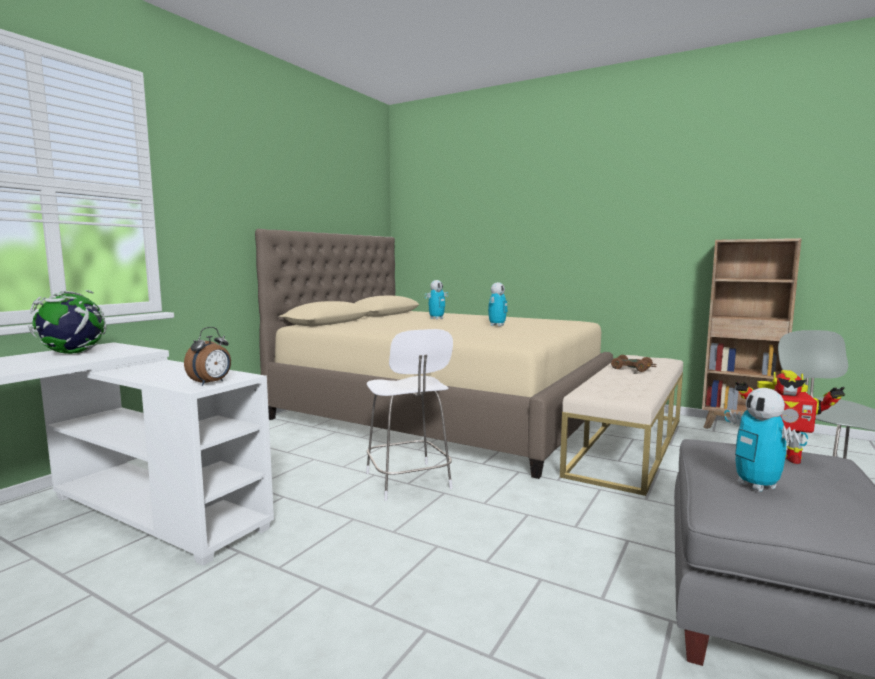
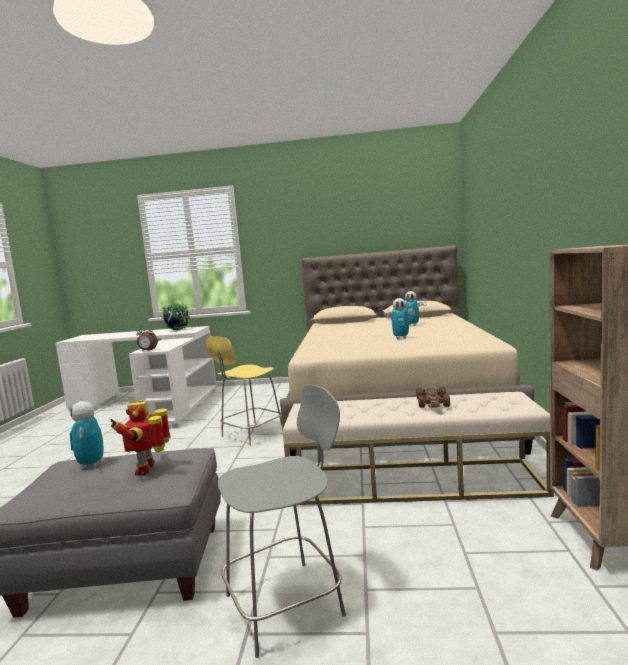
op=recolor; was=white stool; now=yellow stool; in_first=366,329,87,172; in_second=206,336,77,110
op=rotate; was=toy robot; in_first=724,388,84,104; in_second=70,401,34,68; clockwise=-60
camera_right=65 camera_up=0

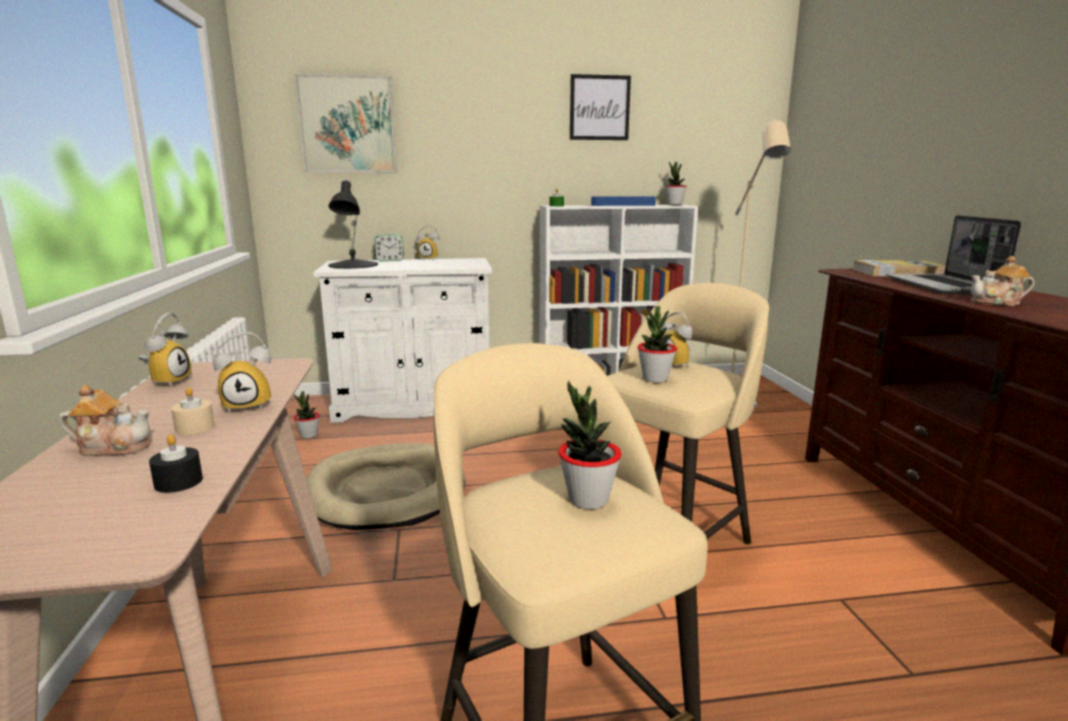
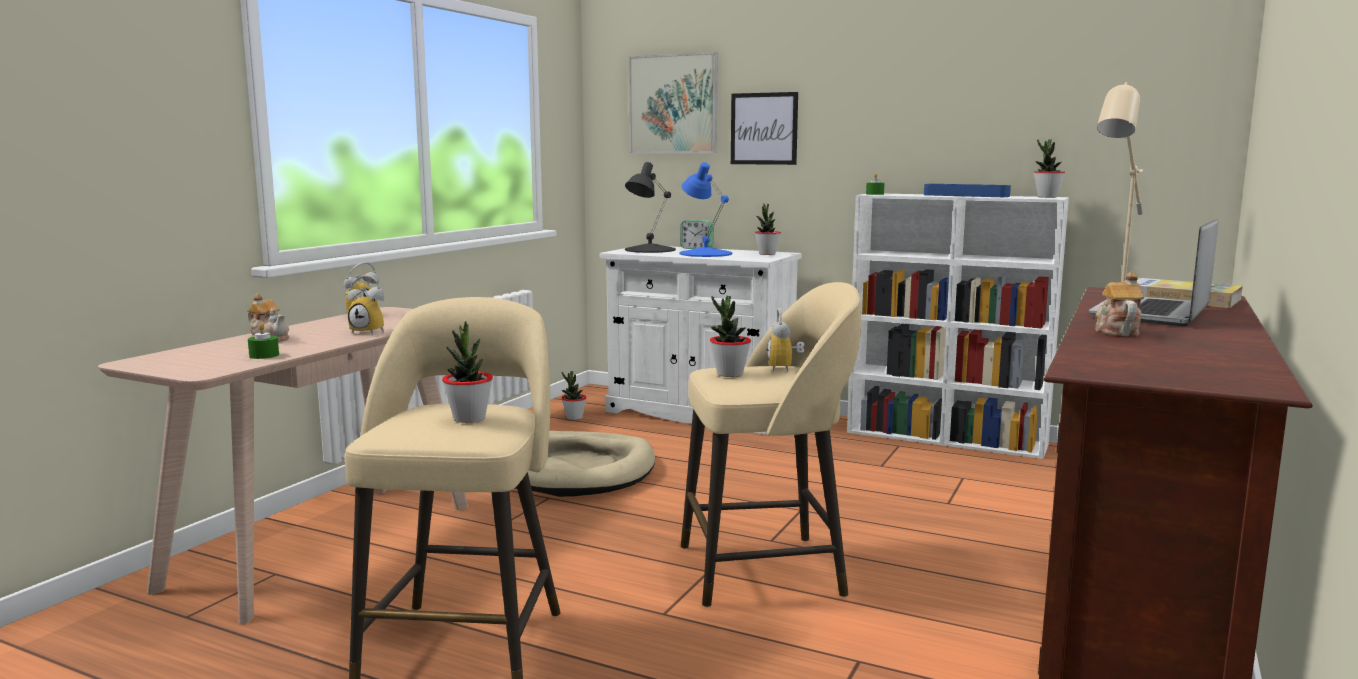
op=recolor; was=black candle; now=green candle; in_first=149,434,54,59; in_second=248,323,31,36
op=delete; was=beige candle; in_first=171,387,44,48
op=delete; was=alarm clock; in_first=417,225,22,35
op=move; was=picture; in_first=570,74,61,66; in_second=731,92,67,73
op=rotate; was=teapot; in_first=971,256,63,50; in_second=1095,272,49,64; clockwise=60
op=insert; now=blue table lamp; in_second=680,162,52,95
op=insert; now=potted plant; in_second=755,204,26,51
camera_right=35 camera_up=-5

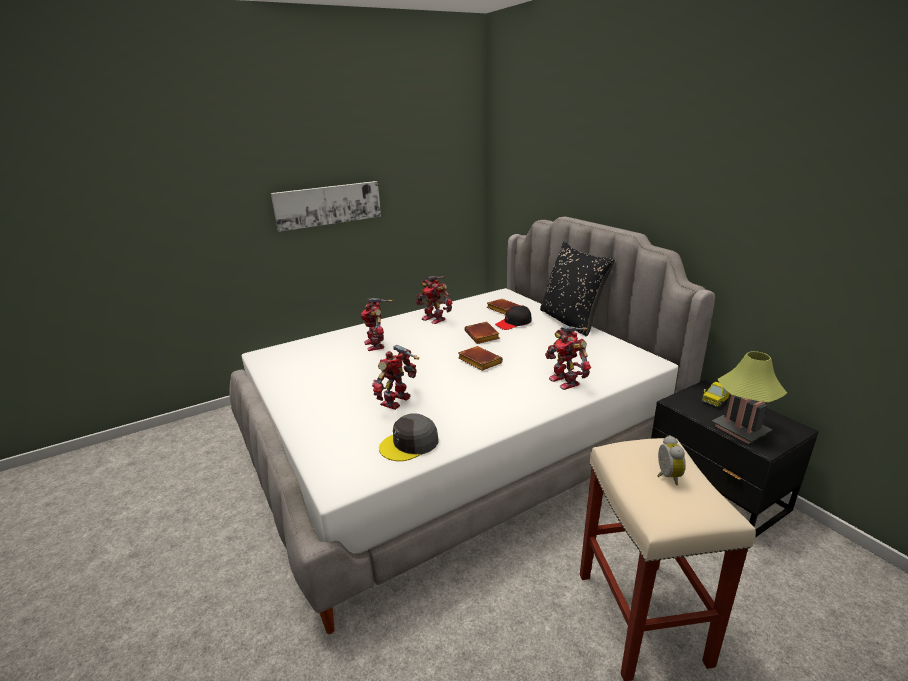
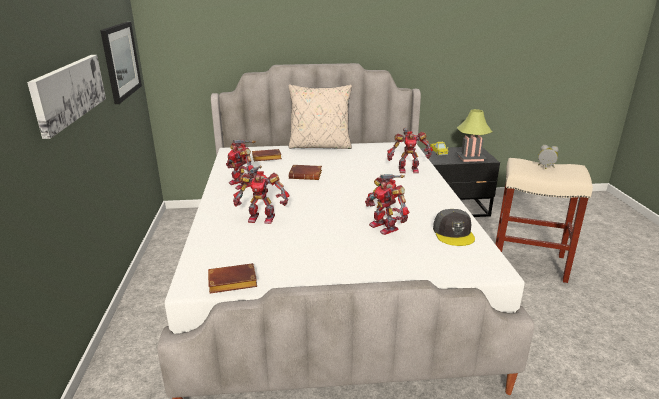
op=rotate; was=toy robot; in_first=416,276,37,48; in_second=226,140,30,50; clockwise=75
op=move; was=brown book; in_first=458,346,45,25; in_second=208,263,49,31
op=delete; was=black cap; in_first=495,305,36,25
op=recolor; was=black pillow; now=beige pillow; in_first=540,241,75,95; in_second=288,84,64,65
op=insert; now=picture; in_second=100,22,42,82
camera_right=-65 camera_up=0

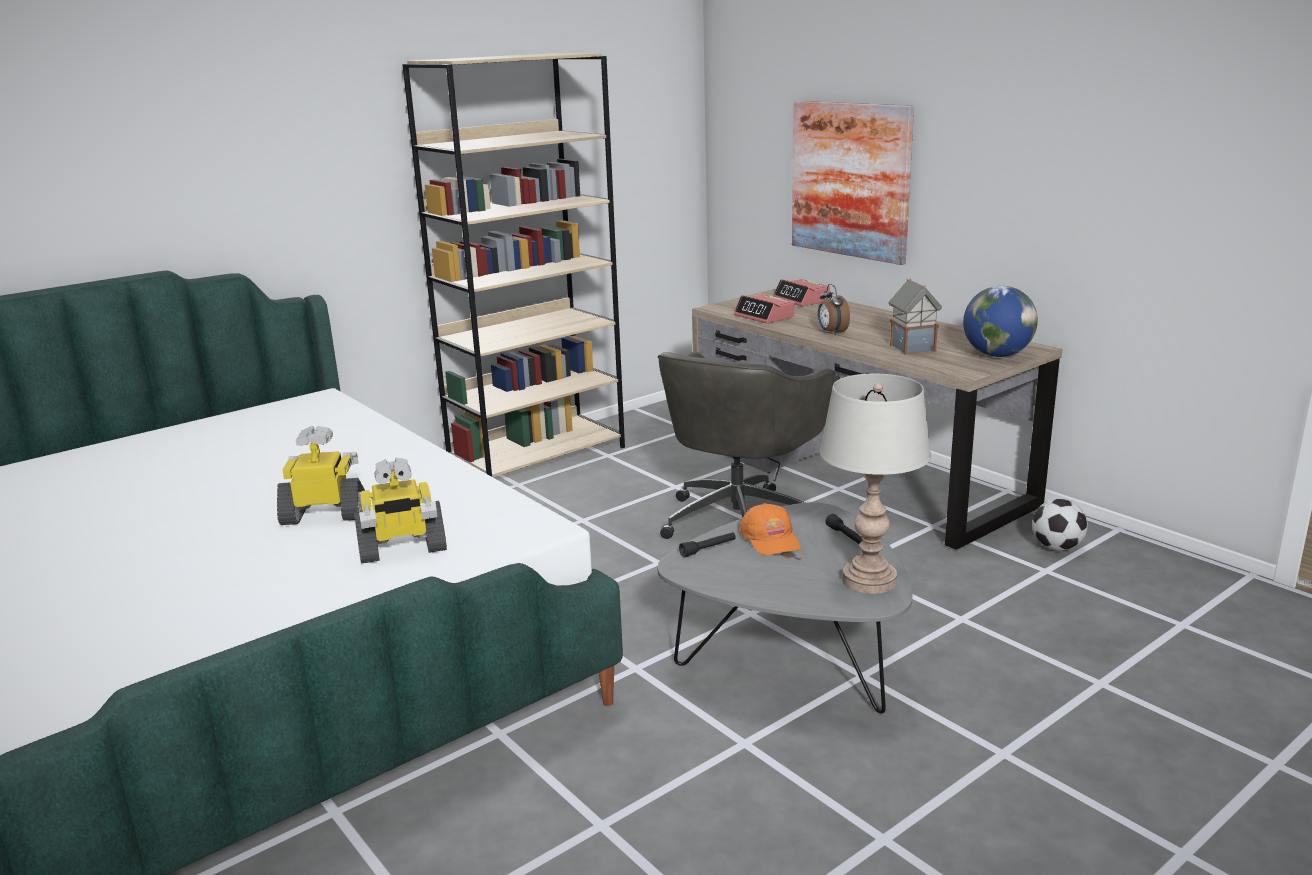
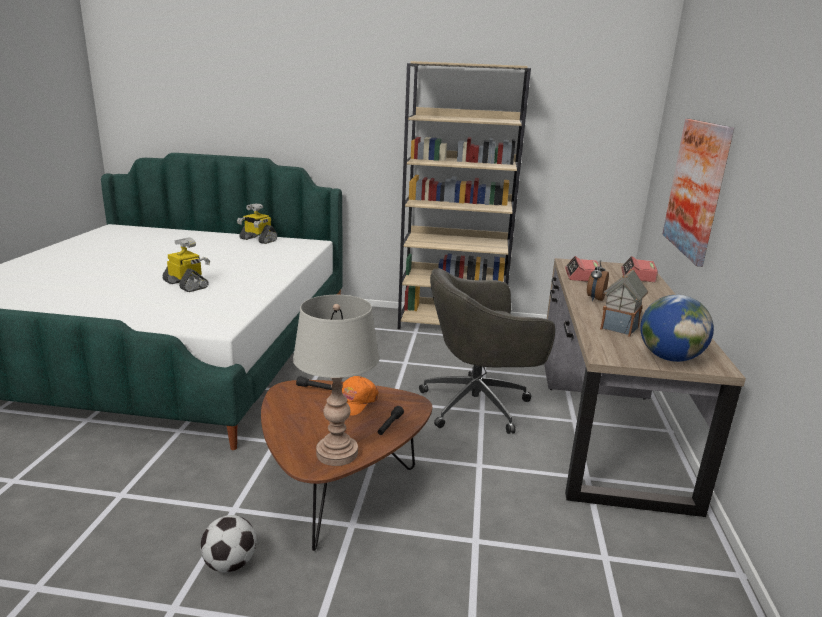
op=move; was=toy robot; in_first=354,458,93,106; in_second=237,203,41,41
op=recolor; was=grey coffee table; now=brown coffee table; in_first=657,502,256,212; in_second=261,380,171,171
op=move; was=football; in_first=1032,499,56,52; in_second=200,515,56,58
camera_right=45 camera_up=0

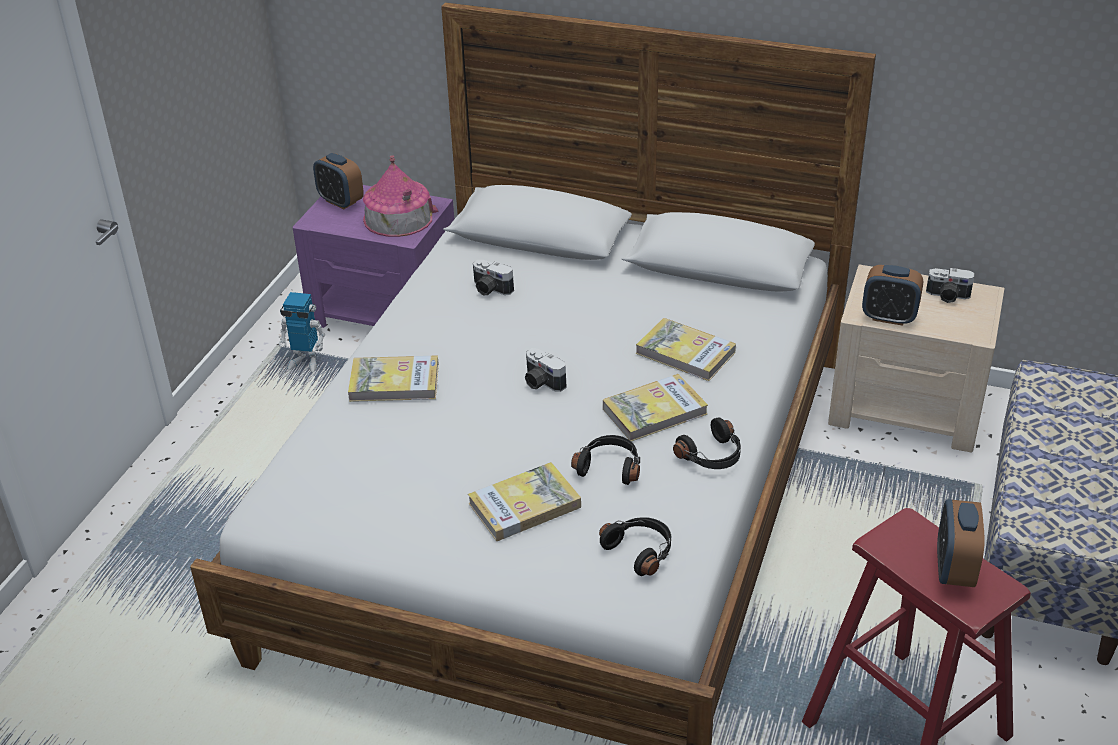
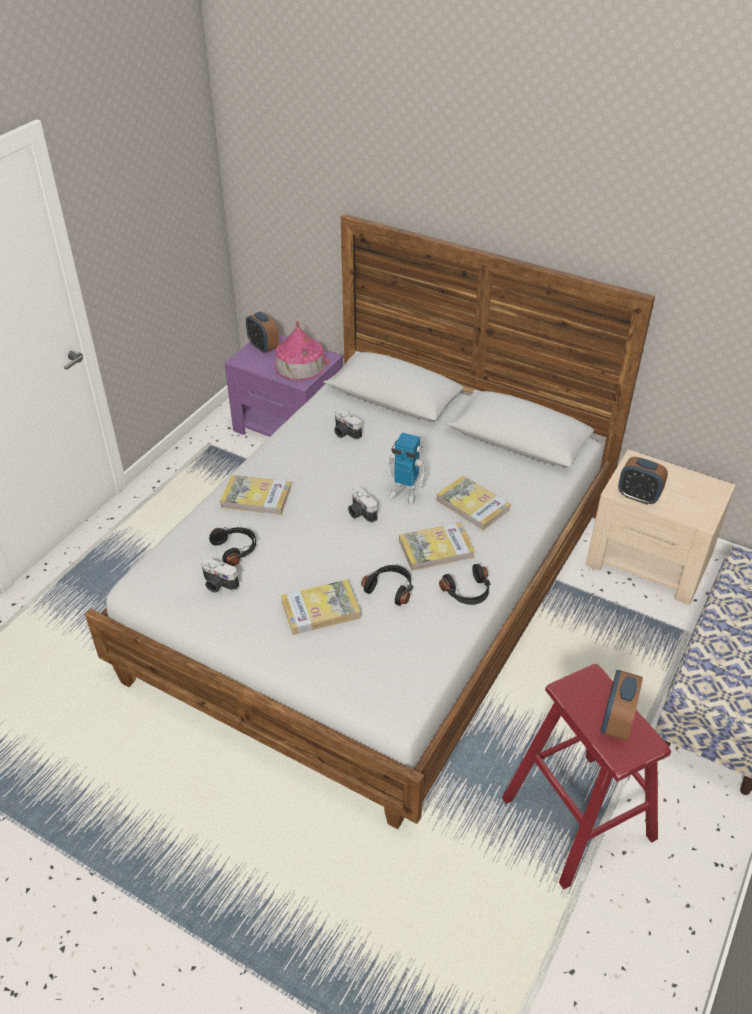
op=move; was=toy robot; in_first=279,292,46,80; in_second=384,432,43,73
op=move; was=black headphones; in_first=599,517,72,59; in_second=209,527,47,39
op=move; was=photo camera; in_first=926,268,49,35; in_second=201,559,39,34
camera_right=10 camera_up=5

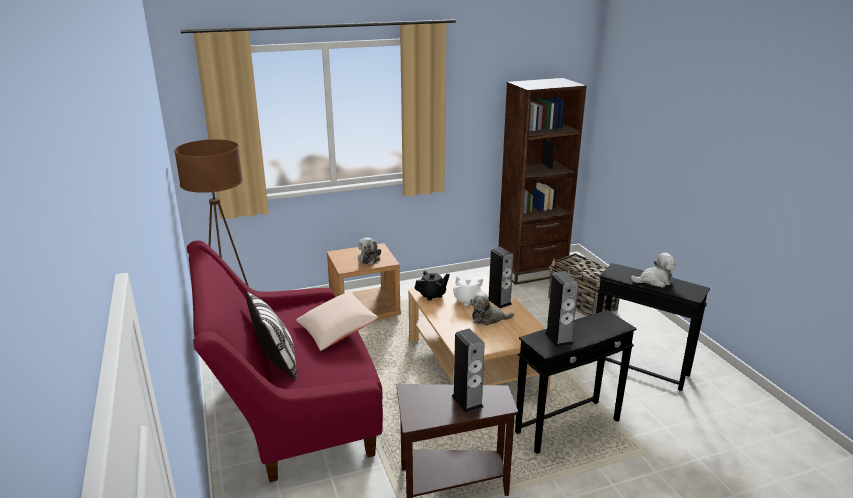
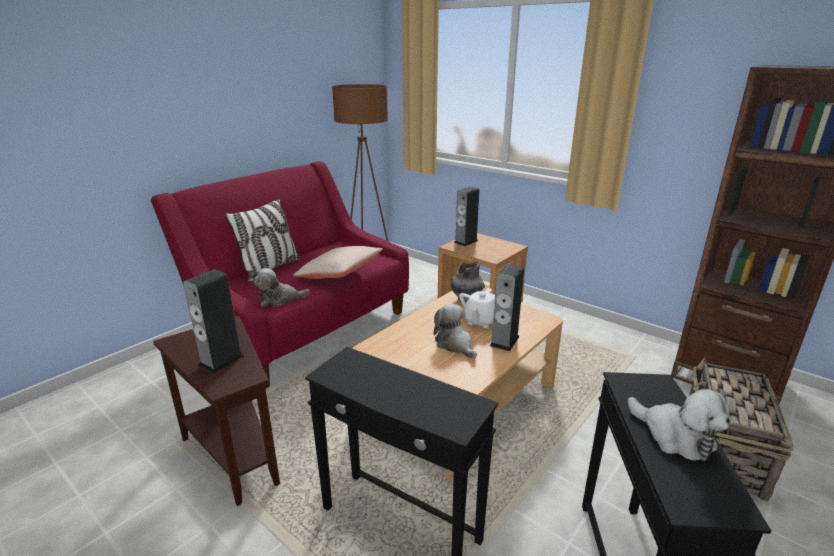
op=move; was=plush toy; in_first=358,237,23,27; in_second=253,268,57,39
op=replace; was=black teapot; now=grey vase; in_first=415,271,35,29; in_second=449,261,36,42
op=move; was=speaker; in_first=545,271,33,76; in_second=454,187,25,59
camera_right=60 camera_up=0

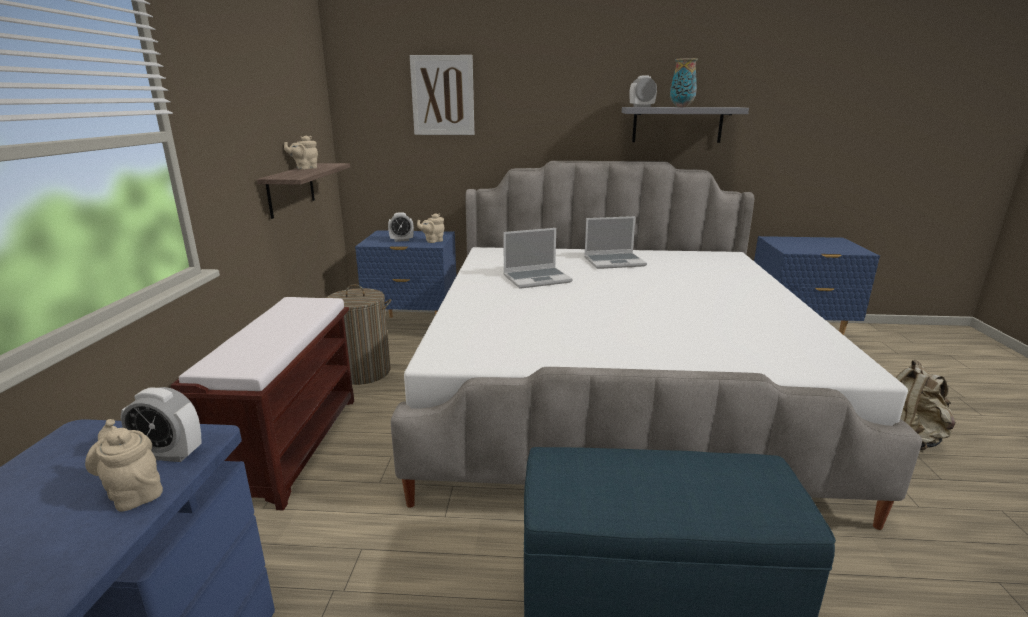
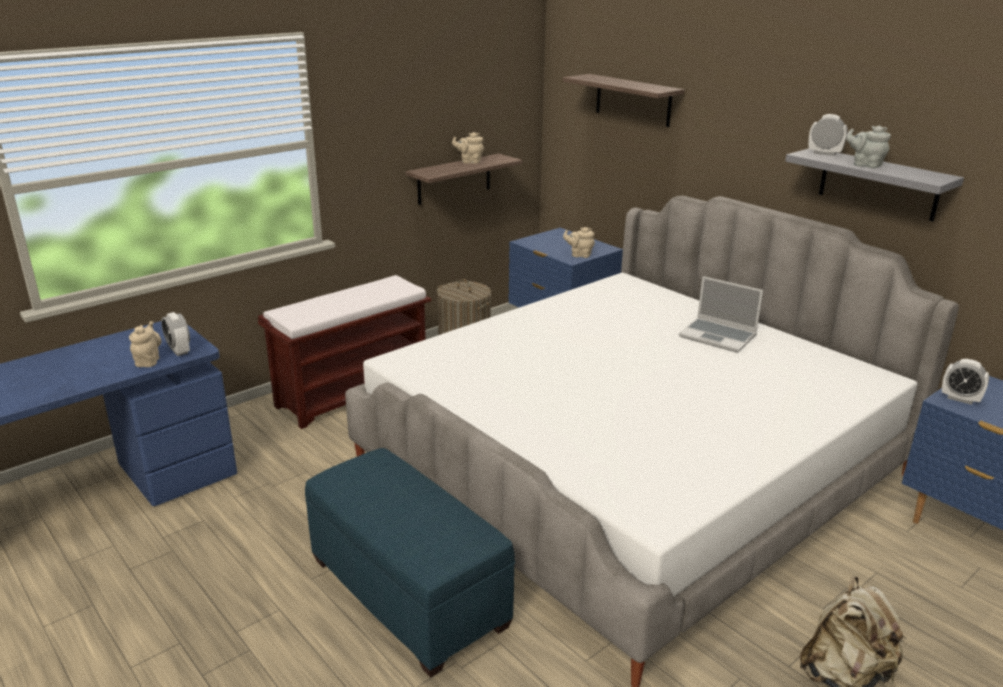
op=move; was=alarm clock; in_first=388,212,26,30; in_second=942,359,47,46
op=replace; was=picture; now=shelf; in_first=410,55,64,80; in_second=563,74,122,53
op=delete; was=laptop; in_first=503,228,70,61
op=replace; was=vase; now=grey teapot; in_first=670,58,28,49; in_second=846,126,45,42
camera_right=45 camera_up=5

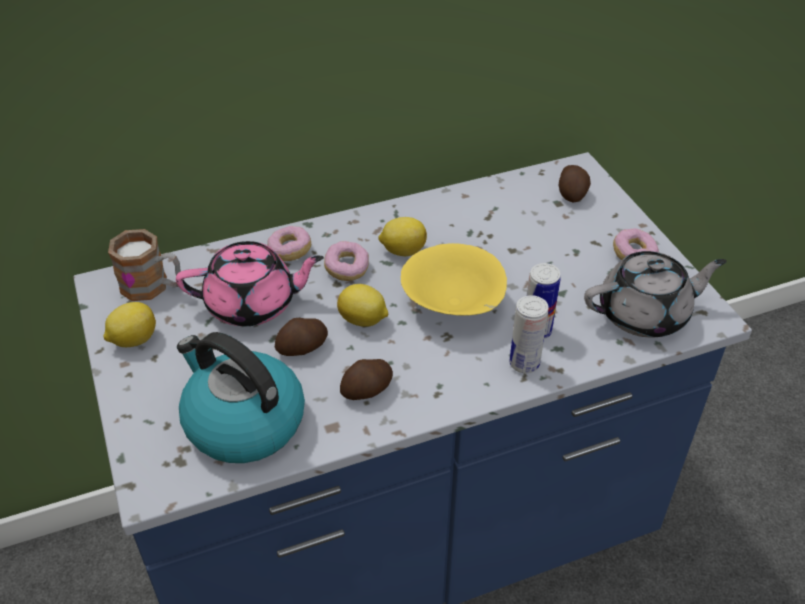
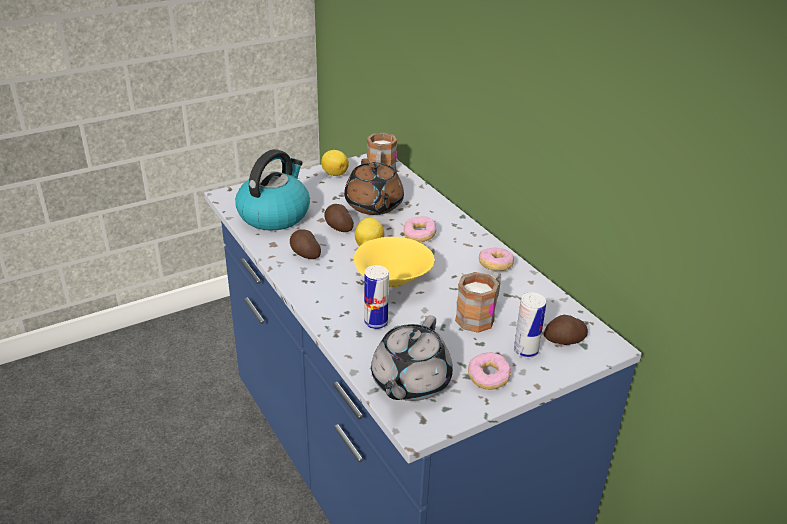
op=recolor; was=pink teapot; now=brown teapot; in_first=176,241,148,85; in_second=344,158,60,57
op=move; was=donut; in_first=267,226,44,35; in_second=479,247,35,24
op=delete; was=lemon; in_first=378,217,49,39
op=move; was=can; in_first=509,295,40,78; in_second=514,292,32,66
op=rotate; was=grey teapot; in_first=584,251,143,86; in_second=371,315,82,86; clockwise=45
op=insert; now=mug; in_second=455,272,46,61
camera_right=80 camera_up=-10

